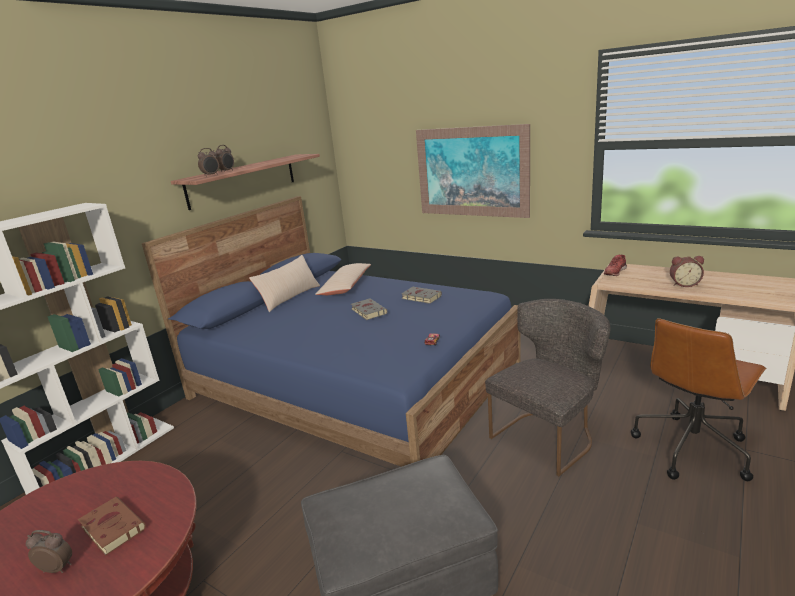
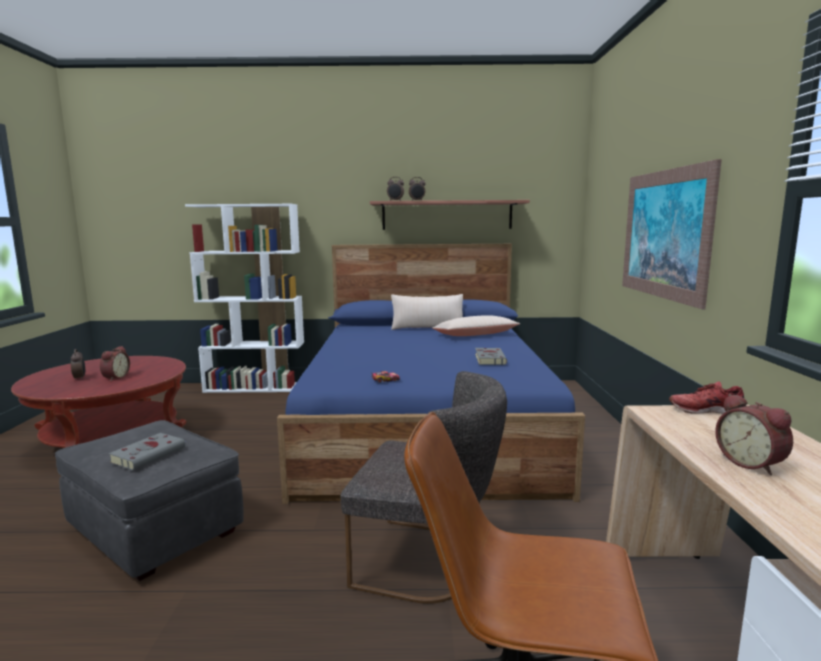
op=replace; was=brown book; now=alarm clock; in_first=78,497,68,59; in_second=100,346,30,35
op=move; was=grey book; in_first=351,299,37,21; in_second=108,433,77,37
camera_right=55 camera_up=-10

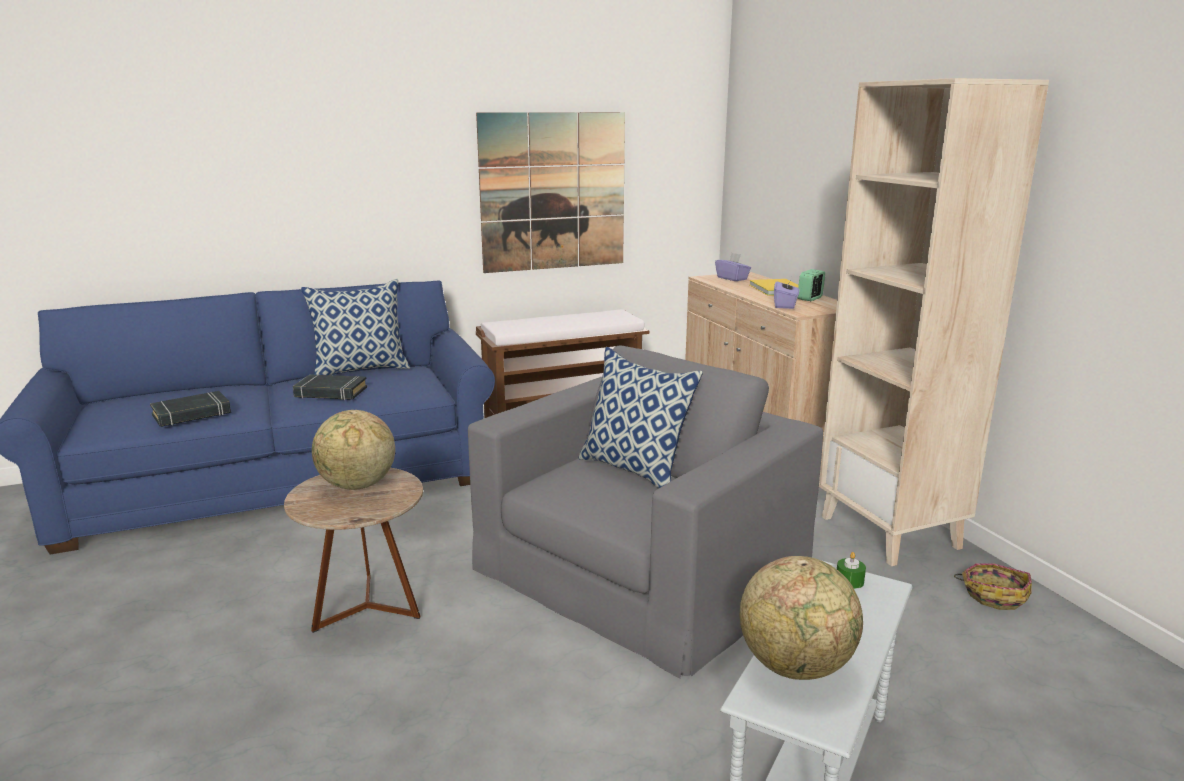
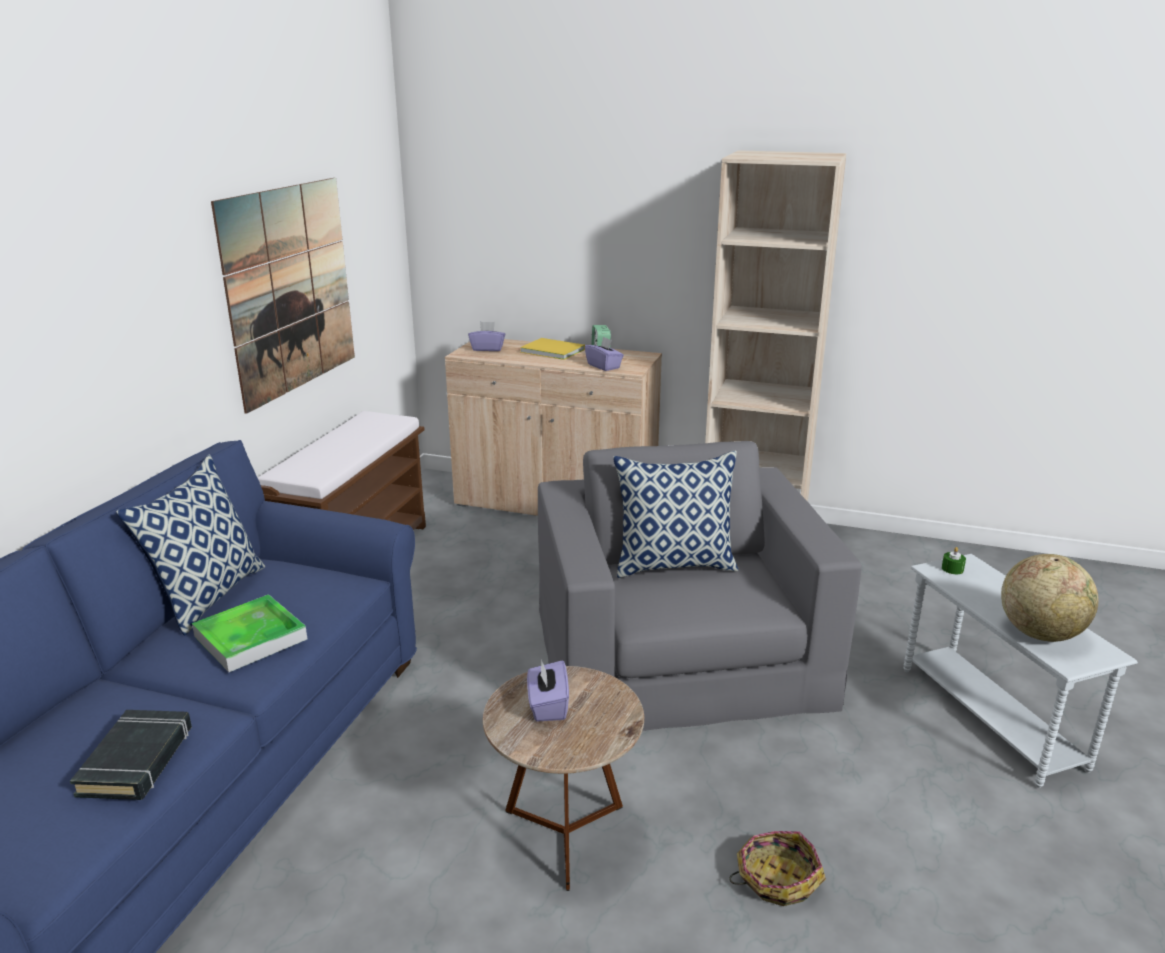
op=replace; was=black book; now=tray; in_first=293,375,74,25; in_second=192,594,115,78
op=replace; was=globe; now=purple tissue box; in_first=312,410,83,80; in_second=527,659,42,62
op=move; was=basket; in_first=954,563,78,47; in_second=729,831,97,75
camera_right=-50 camera_up=5

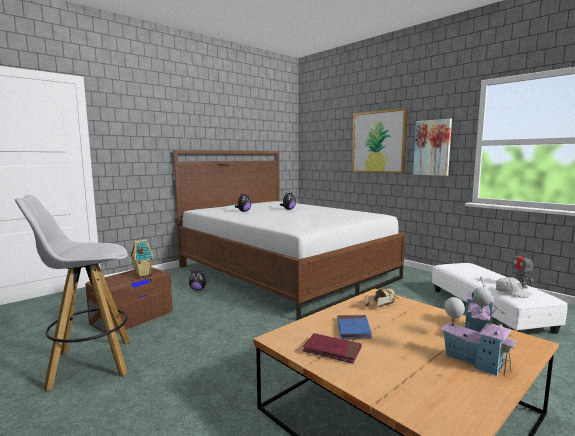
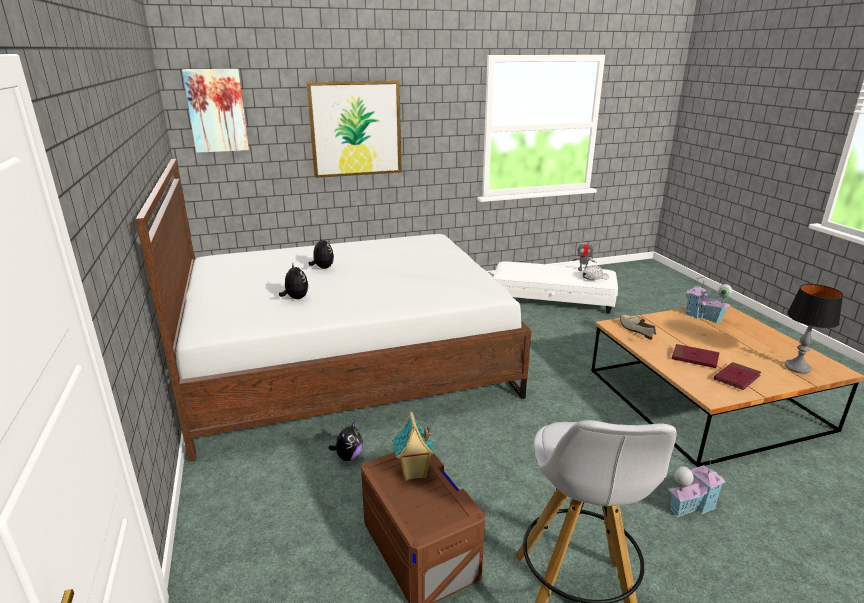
op=recolor; was=blue book; now=red book; in_first=337,315,35,24; in_second=672,344,47,24
op=move; was=picture; in_first=413,119,39,57; in_second=182,69,67,84
op=move; was=toy house; in_first=440,297,77,80; in_second=668,458,57,60
op=insert; now=table lamp; in_second=784,284,59,90
camera_right=-65 camera_up=15

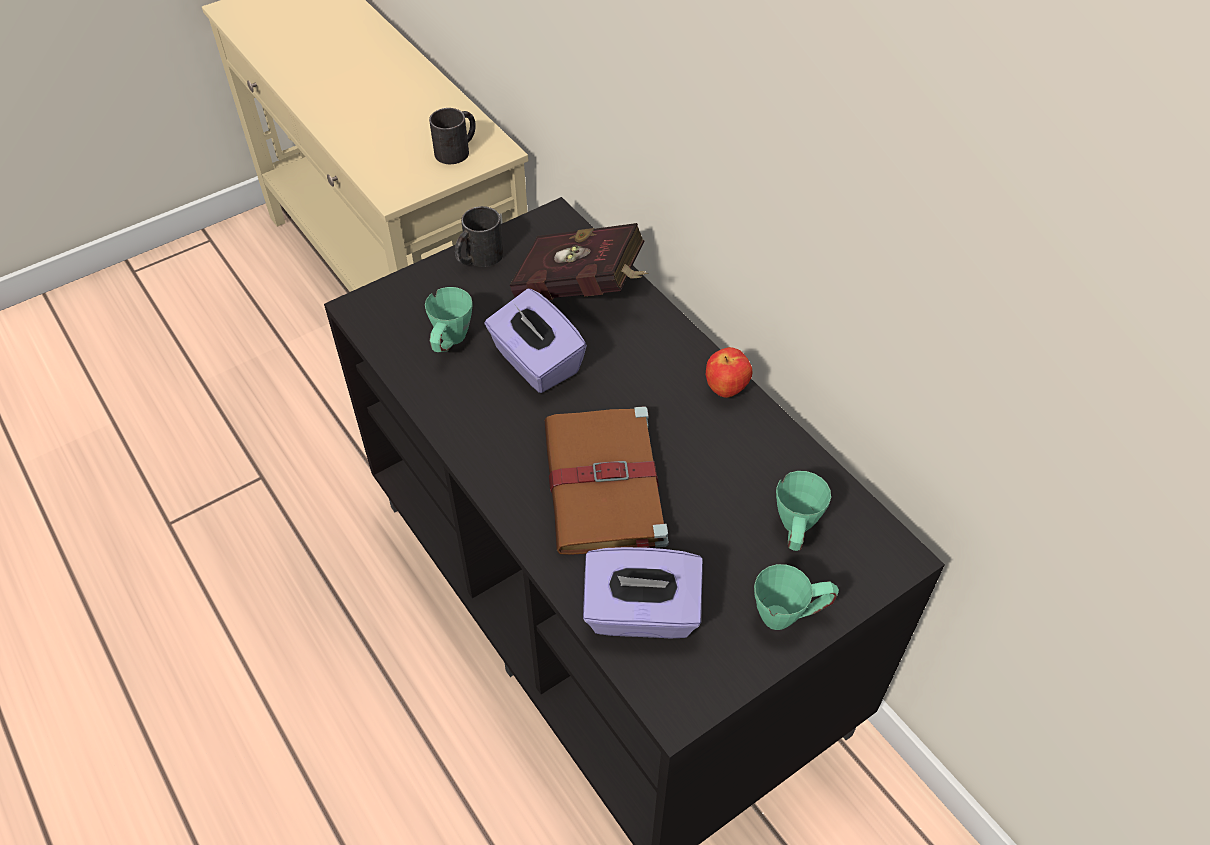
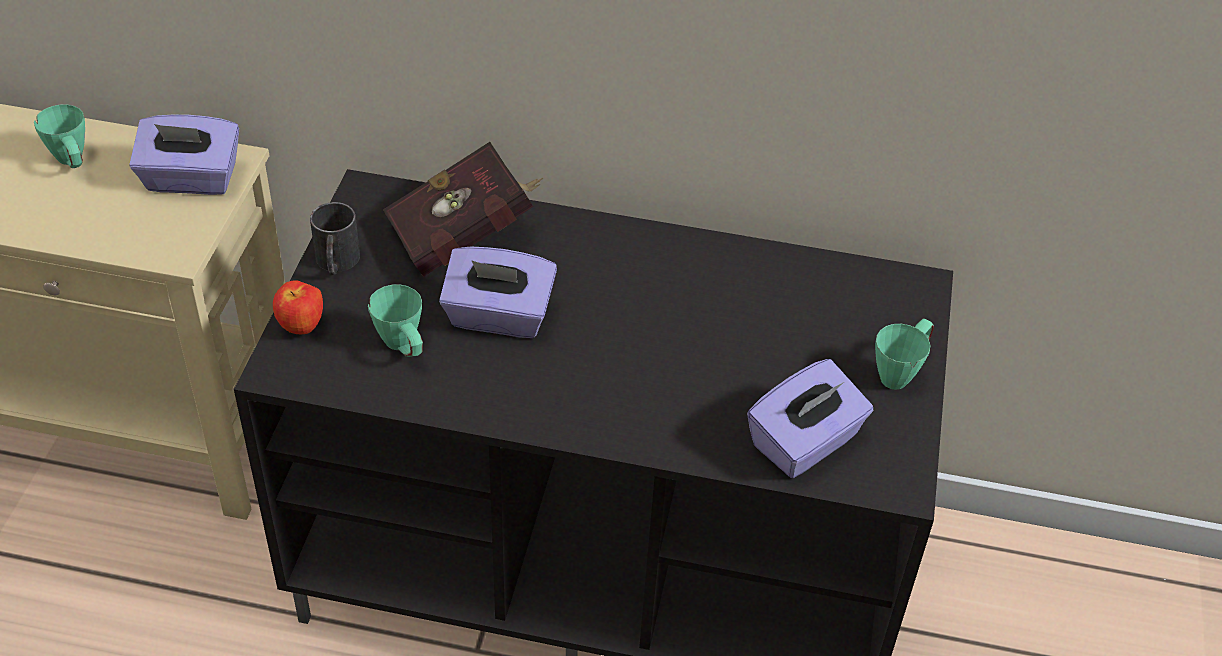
op=replace; was=black mug; now=purple tissue box; in_first=429,108,47,56; in_second=130,115,109,80
op=delete; was=brown book; in_first=545,406,124,149
op=move; was=apple; in_first=706,347,46,51; in_second=273,280,50,54
op=move; was=green mug; in_first=776,471,55,80; in_second=34,105,51,63
camera_right=-45 camera_up=-5

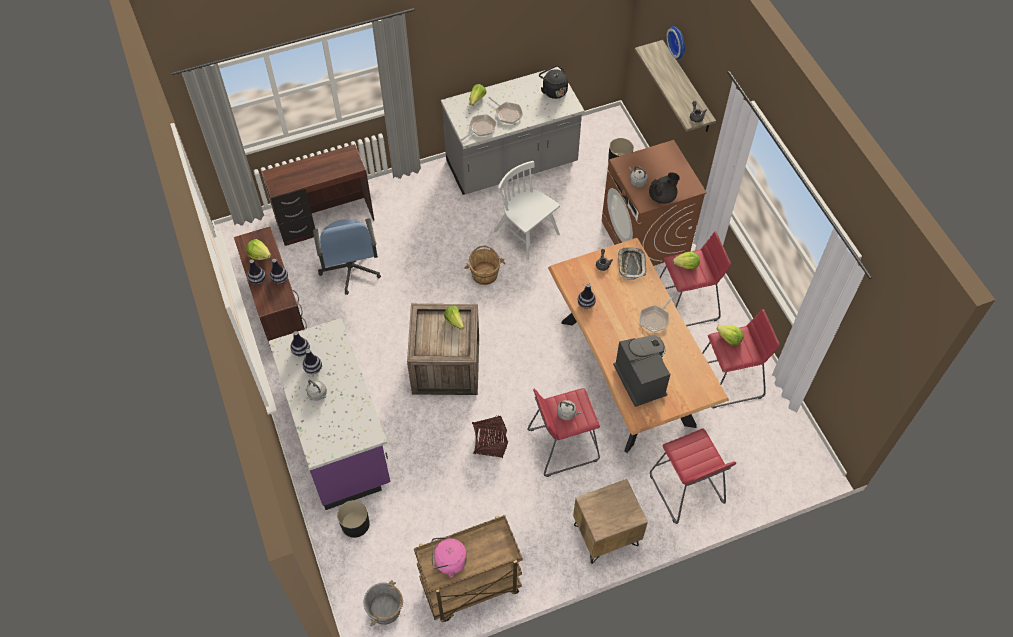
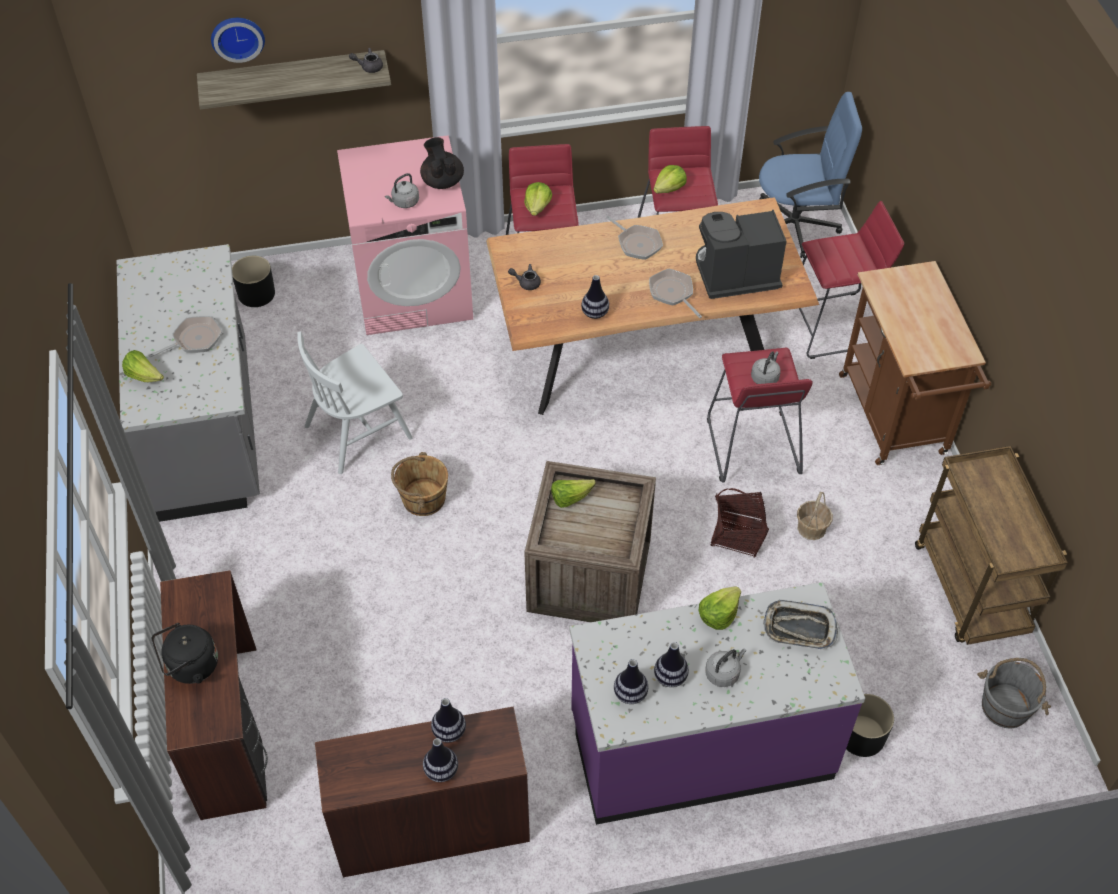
op=move; was=lettuce; in_first=246,239,25,21; in_second=699,586,42,44
op=move; was=blue office chair; in_first=313,218,68,77; in_second=759,92,103,166
op=delete; was=pink kettle; in_first=431,537,36,41
op=move; was=frying pan; in_first=460,114,37,27; in_second=649,269,53,49
op=move; was=black kettle; in_first=539,65,29,34; in_second=152,623,66,61
op=replace; was=brown nightstand; now=brown cart; in_first=573,479,75,85; in_second=839,261,152,204
op=recolor; was=brown washing machine; now=pink washing machine; in_first=602,140,105,126; in_second=337,135,136,200
op=move; was=tray; in_first=618,247,28,33; in_second=763,600,75,49
op=insert; now=basket; in_second=797,492,36,48
camera_right=-80 camera_up=-5

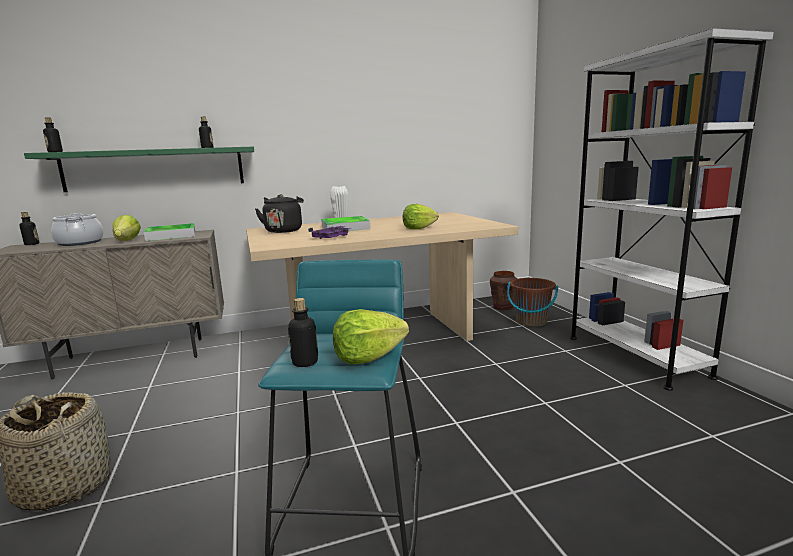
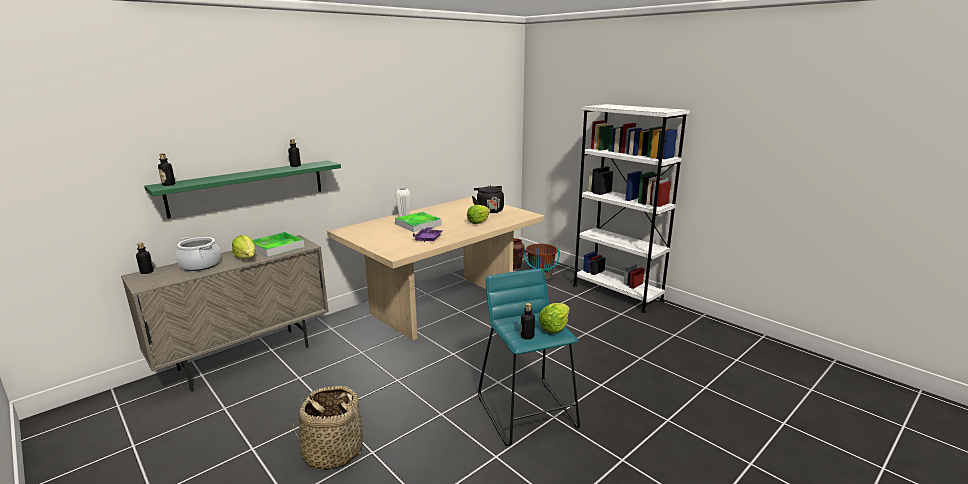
op=move; was=black kettle; in_first=255,194,49,39; in_second=472,185,32,28
camera_right=-25 camera_up=5

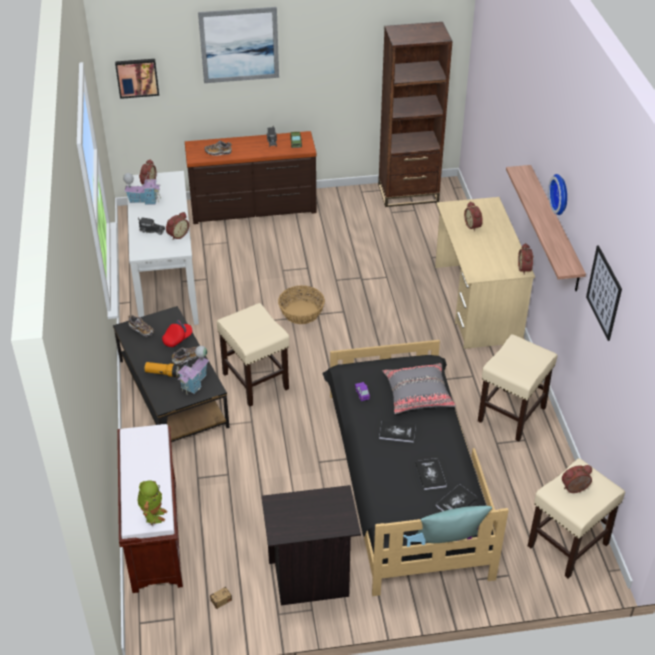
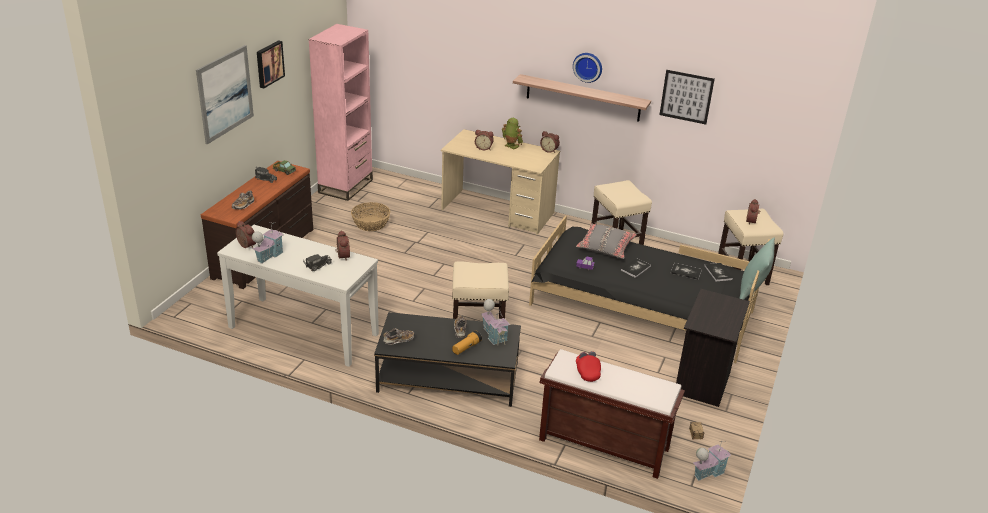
op=move; was=picture; in_first=115,59,44,40; in_second=257,40,28,48
op=move; was=toy robot; in_first=138,480,29,45; in_second=502,118,21,31
op=move; was=red cap; in_first=162,320,30,27; in_second=576,351,25,31
op=move; was=basket; in_first=278,286,47,38; in_second=351,202,39,29
op=recolor; was=brown bookcase; now=pink bookcase; in_first=378,22,74,185; in_second=308,24,65,177
op=insert; now=toy house; in_second=693,441,38,40
camera_right=-60 camera_up=-10

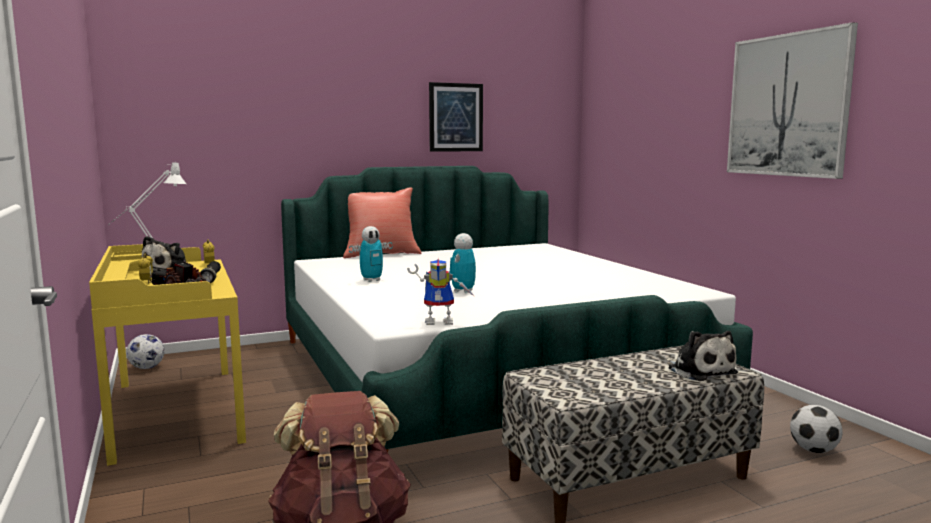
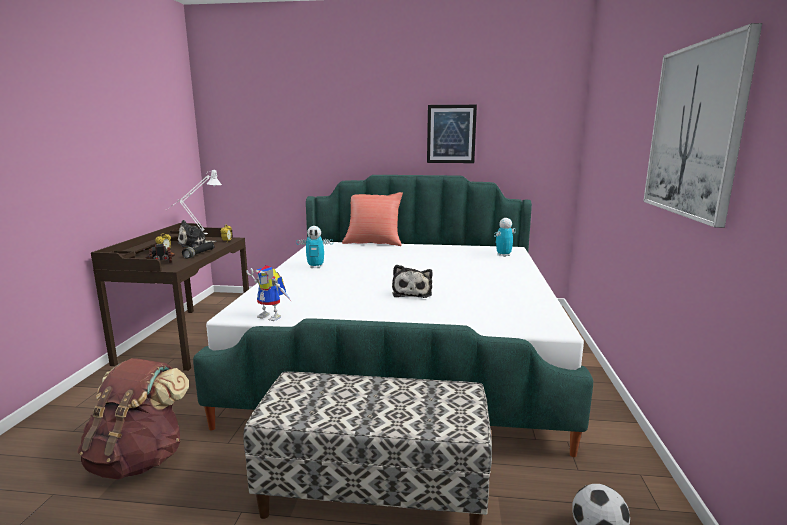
op=recolor; was=yellow desk; now=brown desk; in_first=89,244,157,222; in_second=91,223,158,148
op=delete; was=football; in_first=126,334,39,35
op=move; was=toy robot; in_first=450,233,26,60; in_second=494,218,22,39
op=move; was=plush toy; in_first=666,331,72,50; in_second=392,265,41,33
camera_right=30 camera_up=5

